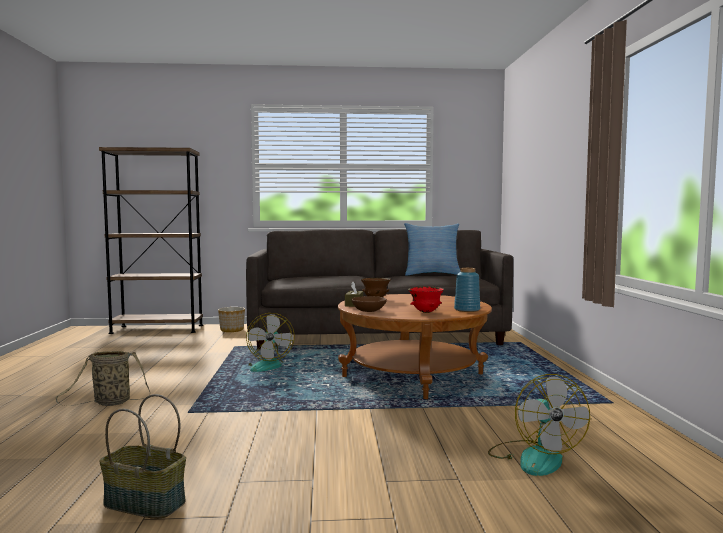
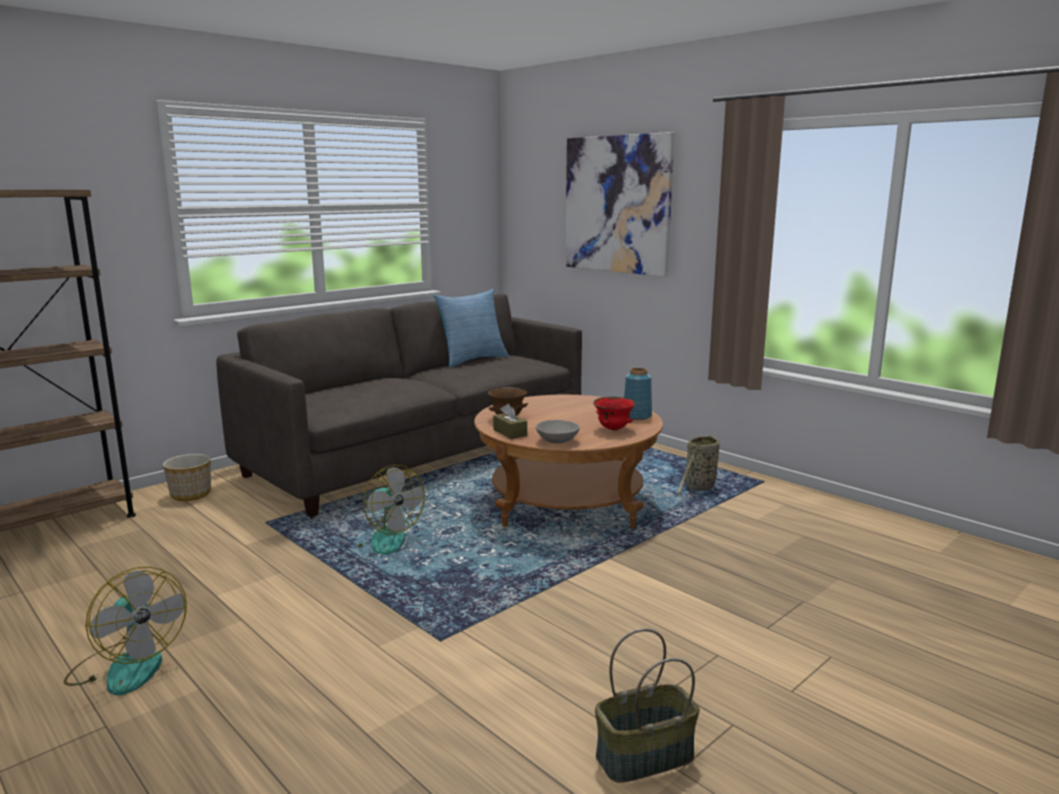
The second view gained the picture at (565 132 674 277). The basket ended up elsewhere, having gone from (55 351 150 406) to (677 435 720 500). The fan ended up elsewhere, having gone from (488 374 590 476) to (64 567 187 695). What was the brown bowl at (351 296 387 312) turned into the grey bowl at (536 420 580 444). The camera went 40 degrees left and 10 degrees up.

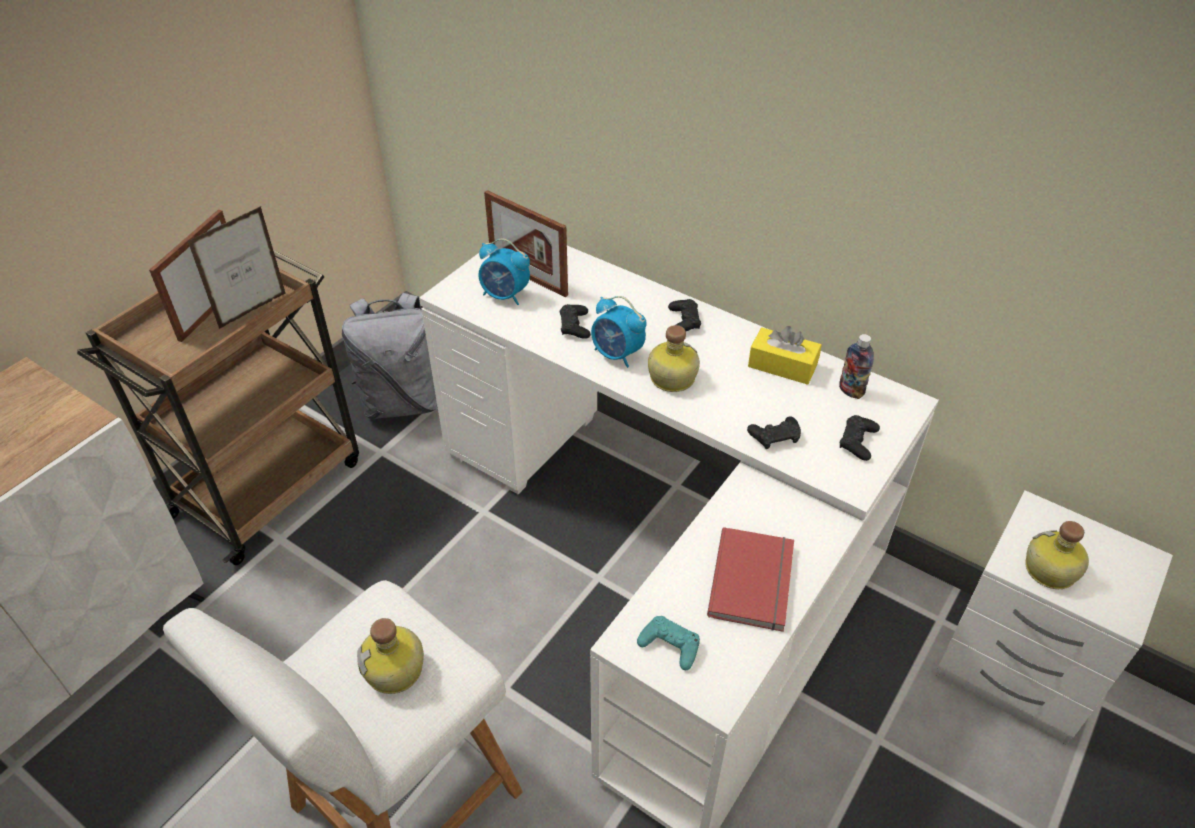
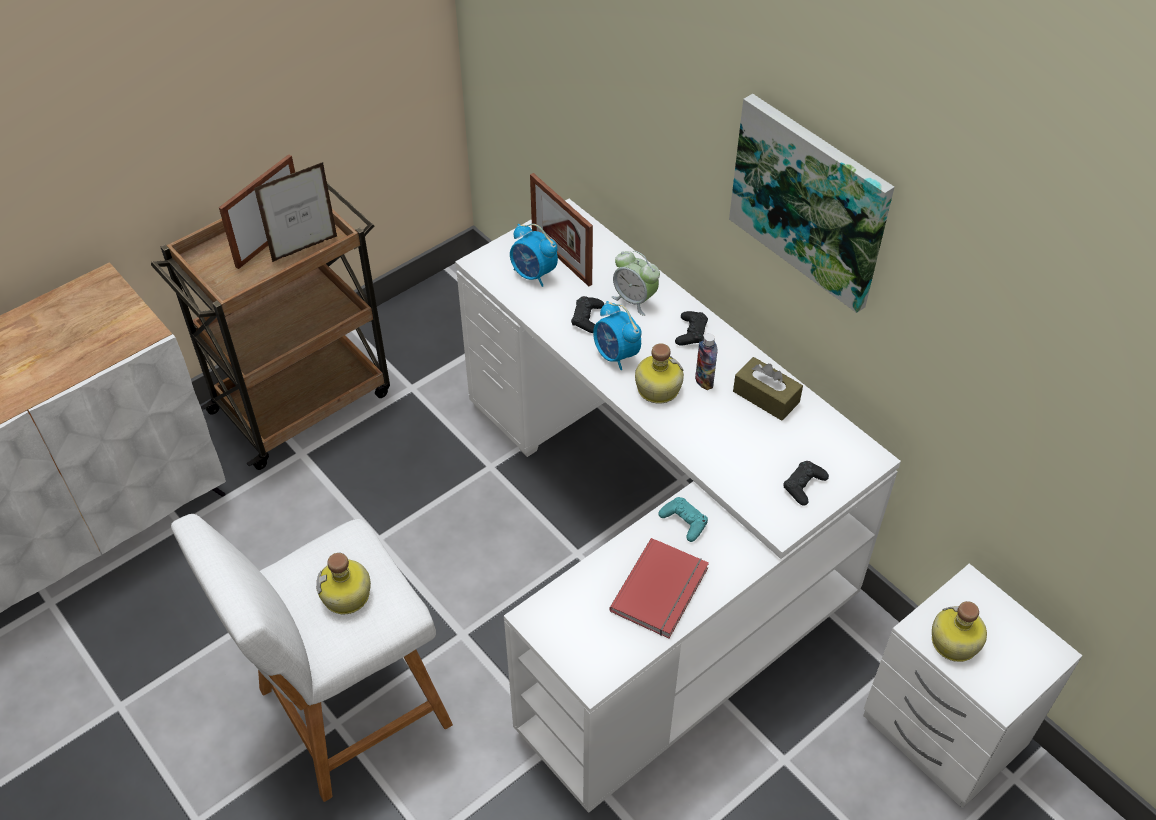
The second view lost the grey backpack at (342 293 438 419). The second view lost the black game controller at (747 416 801 449). The second view gained the alarm clock at (612 251 660 316). The second view gained the picture at (729 94 894 313). The turquoise game controller ended up elsewhere, having gone from (637 616 700 670) to (658 497 708 542). The bottle ended up elsewhere, having gone from (839 334 874 399) to (695 333 717 390). What was the yellow tissue box at (748 326 822 385) turned into the brown tissue box at (733 357 803 421). The camera went 15 degrees right and 5 degrees up.

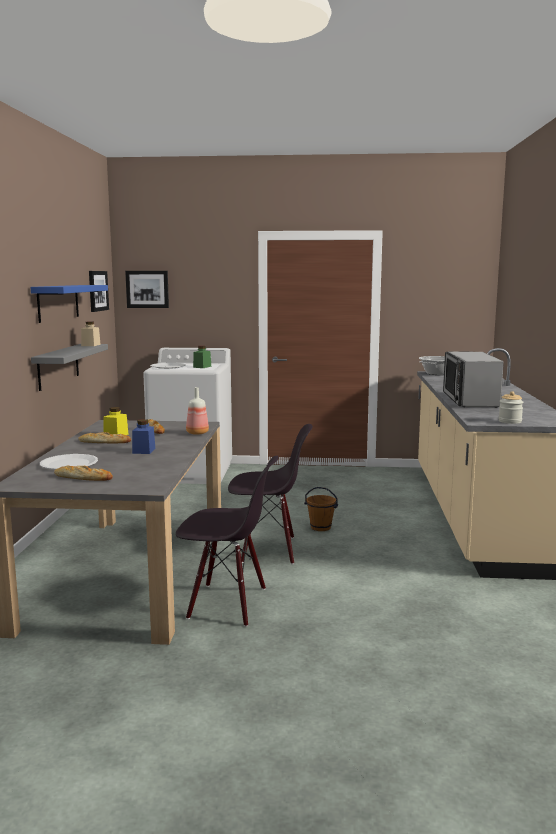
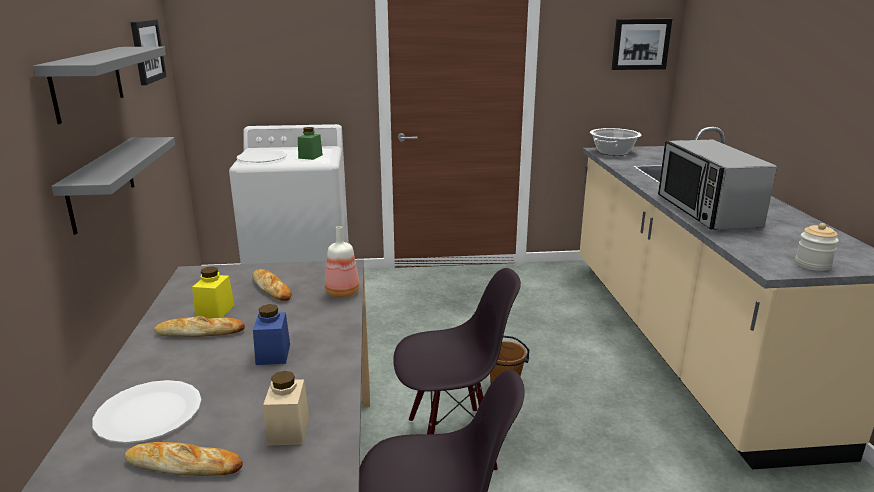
The beige jar ended up elsewhere, having gone from (81 321 101 346) to (263 371 309 446). The picture ended up elsewhere, having gone from (125 271 169 308) to (612 19 672 70). What was the blue shelf at (30 285 108 323) turned into the grey shelf at (33 47 166 124). The camera went 10 degrees left and 10 degrees up.

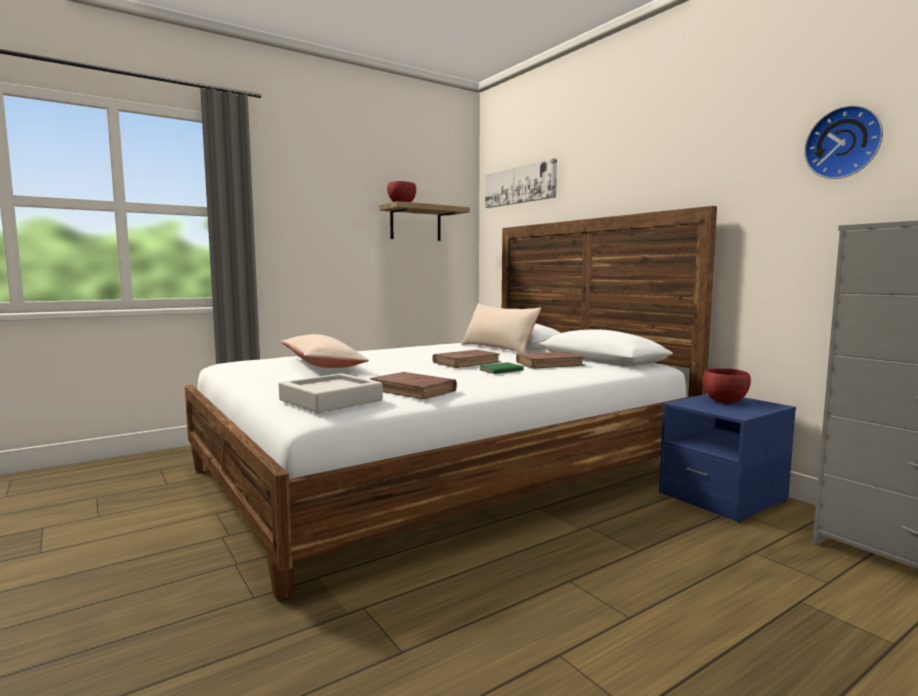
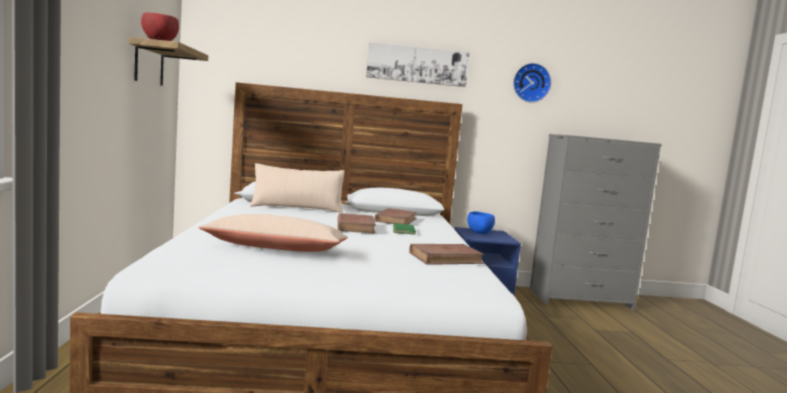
The second view lost the grey tray at (279 373 383 413). The picture ended up elsewhere, having gone from (485 158 557 208) to (366 42 469 87). What was the red bowl at (703 368 751 404) turned into the blue bowl at (467 211 495 234). The camera went 60 degrees left and 0 degrees up.

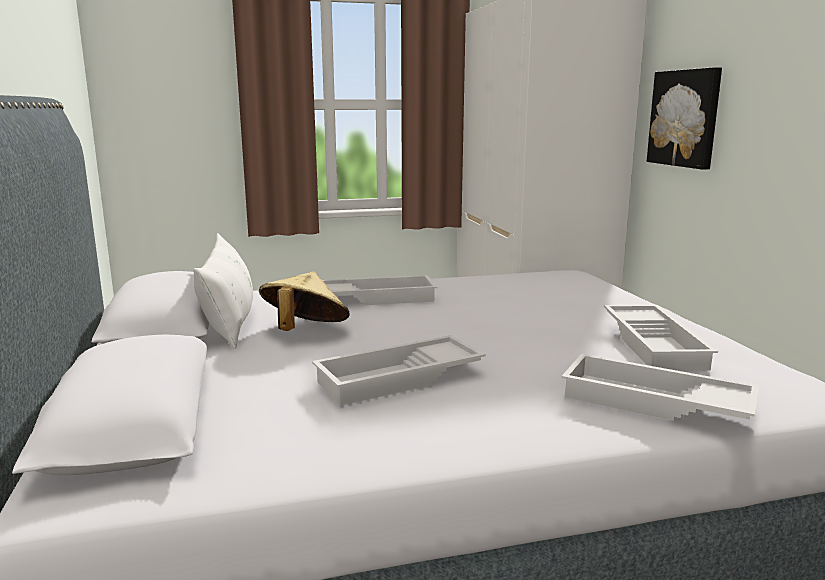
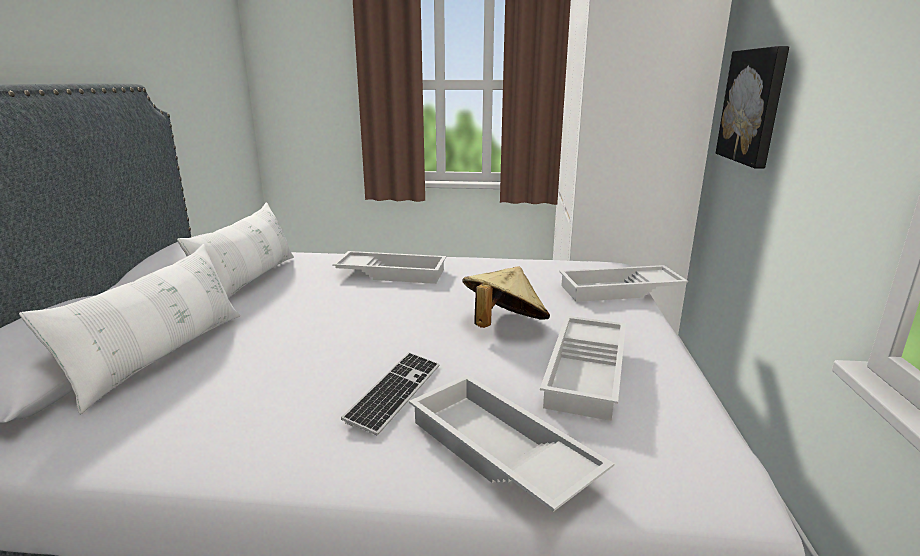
The second view gained the white pillow at (19 244 240 415). The second view gained the keyboard at (341 352 440 435). The beige hat ended up elsewhere, having gone from (259 271 350 331) to (462 267 550 328). The white tray ended up elsewhere, having gone from (312 335 486 406) to (559 265 688 302). The camera went 20 degrees right and 5 degrees up.

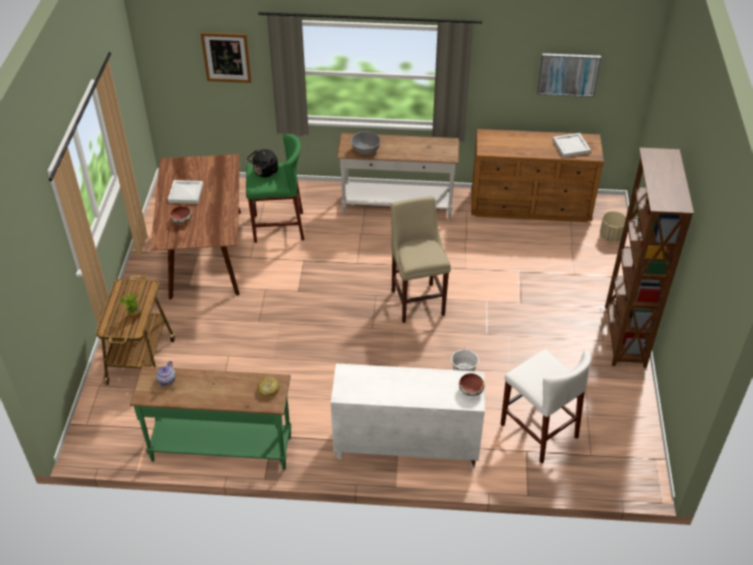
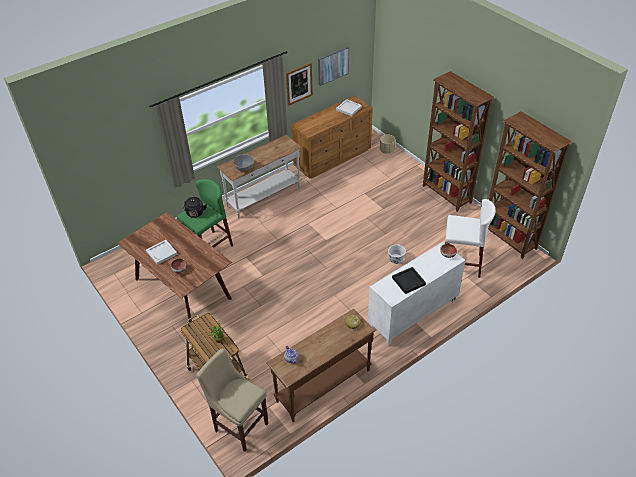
The second view gained the black tray at (392 267 426 294). The second view gained the brown bookcase at (488 111 572 259). The picture ended up elsewhere, having gone from (200 32 251 83) to (286 63 313 106). The beige stool ended up elsewhere, having gone from (391 196 451 323) to (196 348 268 452). What was the green console table at (130 366 291 470) turned into the brown console table at (266 309 376 422). The camera went 40 degrees left and 0 degrees up.

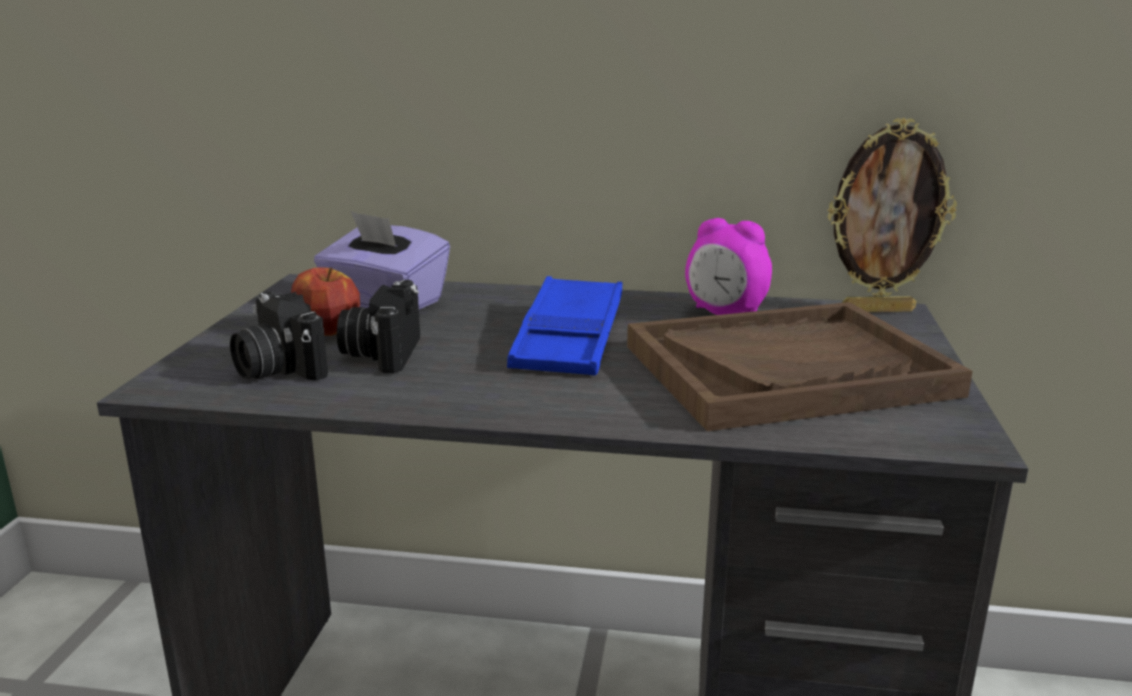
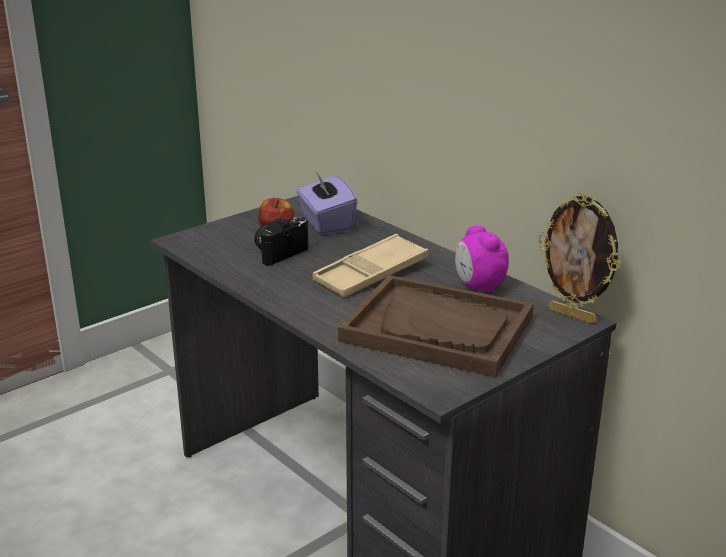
The second view lost the photo camera at (230 291 328 380). What was the blue tray at (507 276 623 376) turned into the beige tray at (312 234 428 297). The camera went 40 degrees right and 5 degrees up.

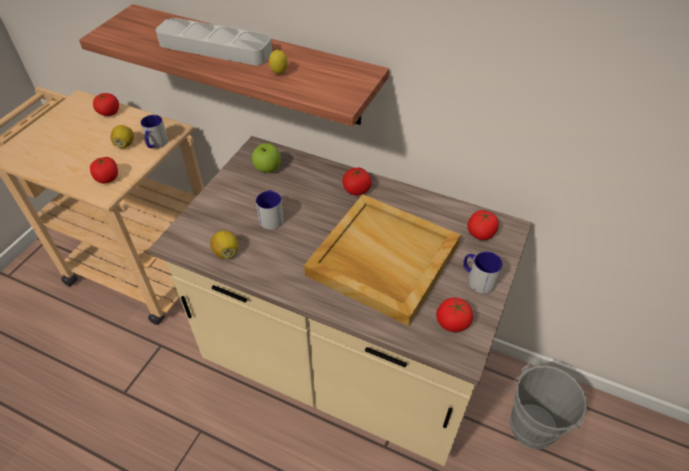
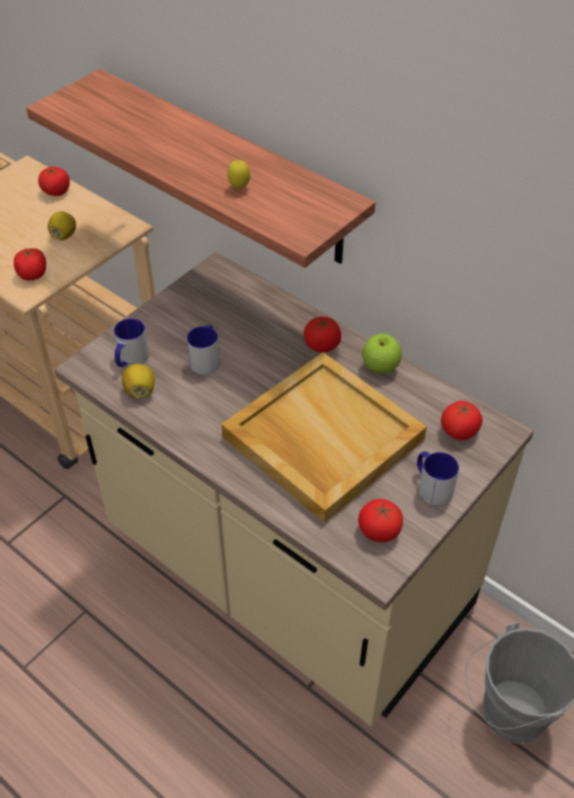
The second view lost the grey tray at (156 18 272 66). The mug ended up elsewhere, having gone from (141 115 168 148) to (114 318 149 367). The apple ended up elsewhere, having gone from (252 143 281 173) to (362 333 402 374). The camera went 15 degrees right and 0 degrees up.

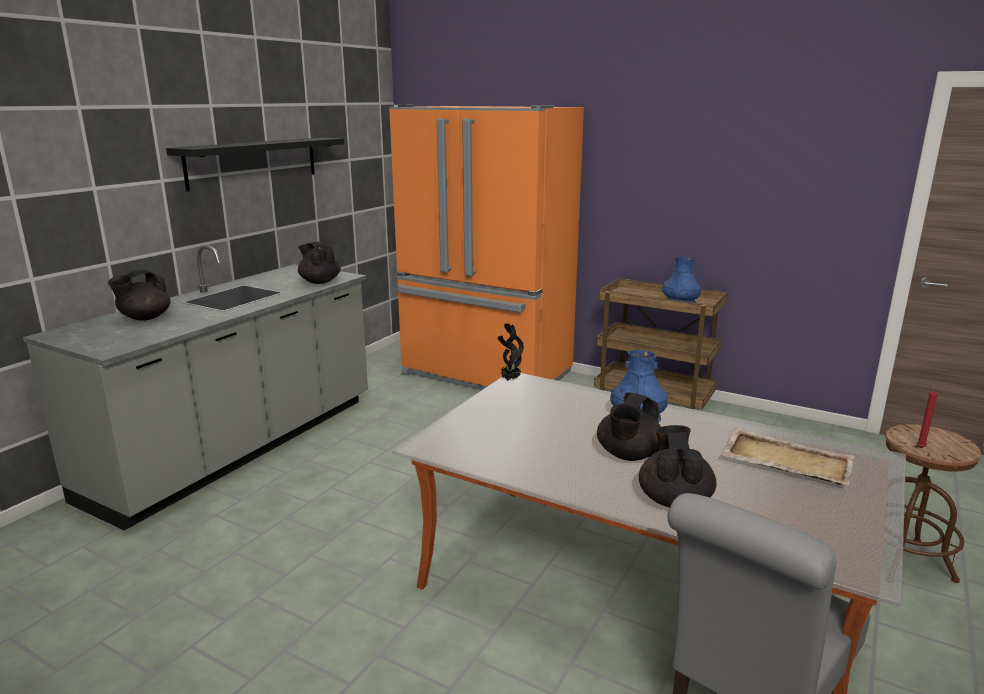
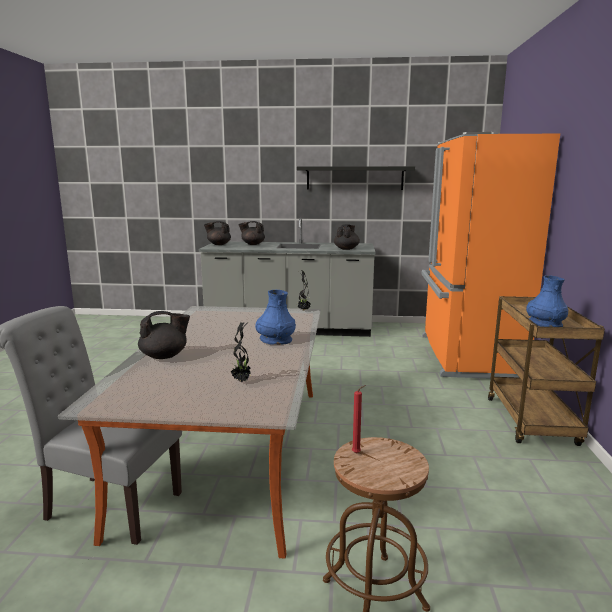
The black teapot ended up elsewhere, having gone from (597 392 661 461) to (204 221 231 245). Where the beige tray stood at (721 428 855 485), the potted plant came to stand at (230 322 253 382). The camera went 65 degrees right and 5 degrees down.

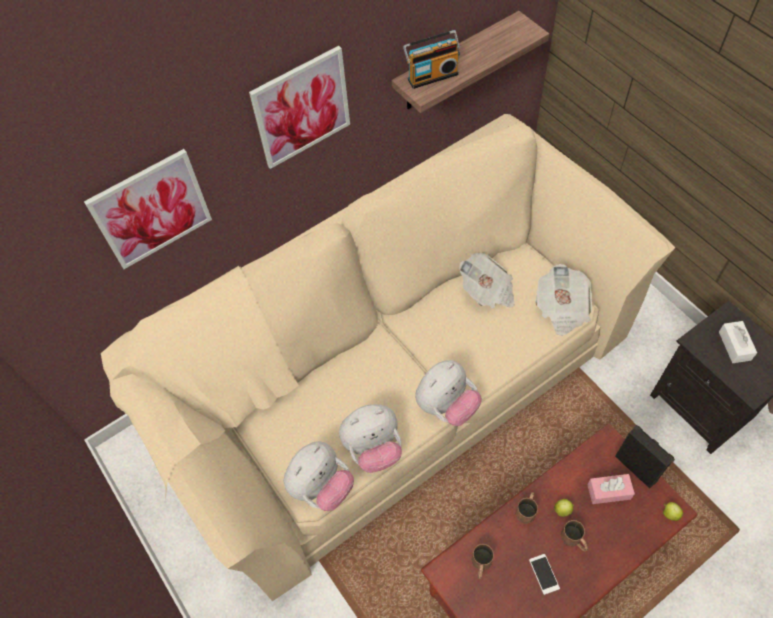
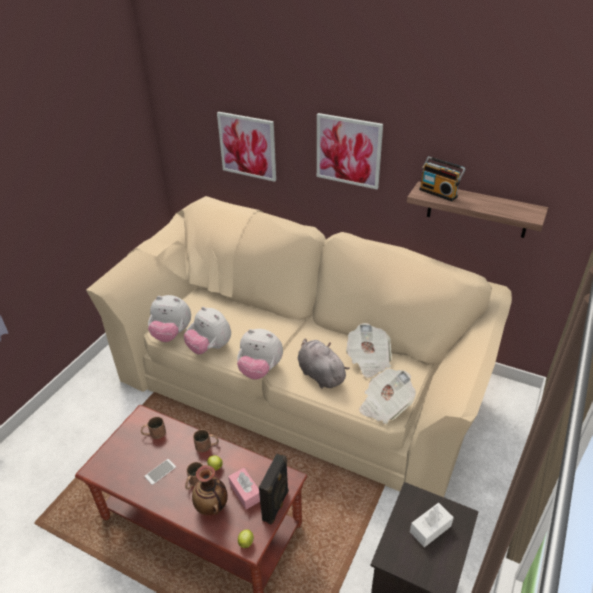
The second view gained the vase at (192 465 228 516). The second view gained the grey plush toy at (298 338 350 388). The camera went 60 degrees right and 20 degrees down.

